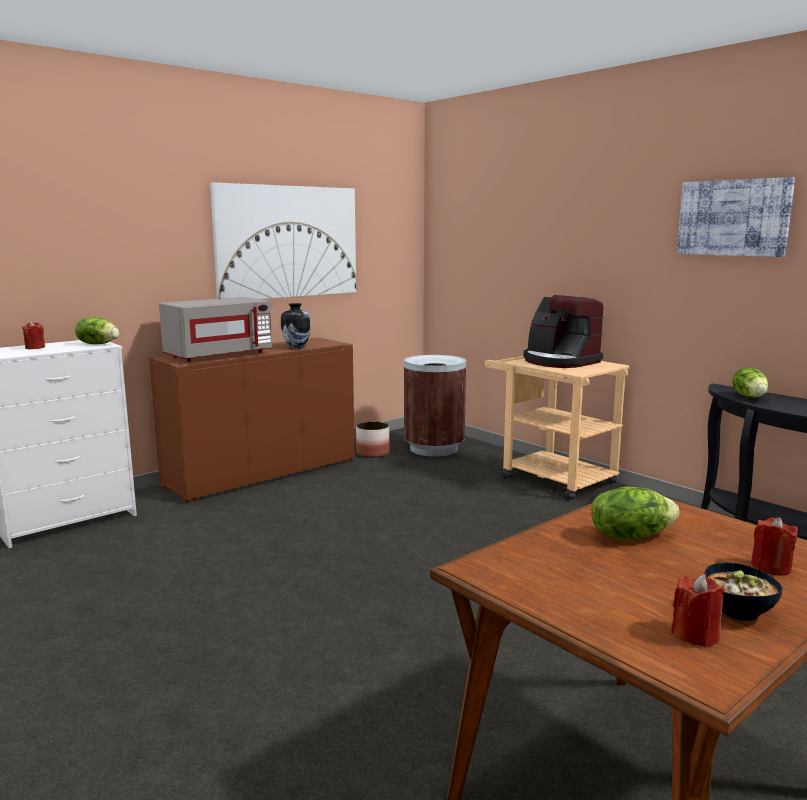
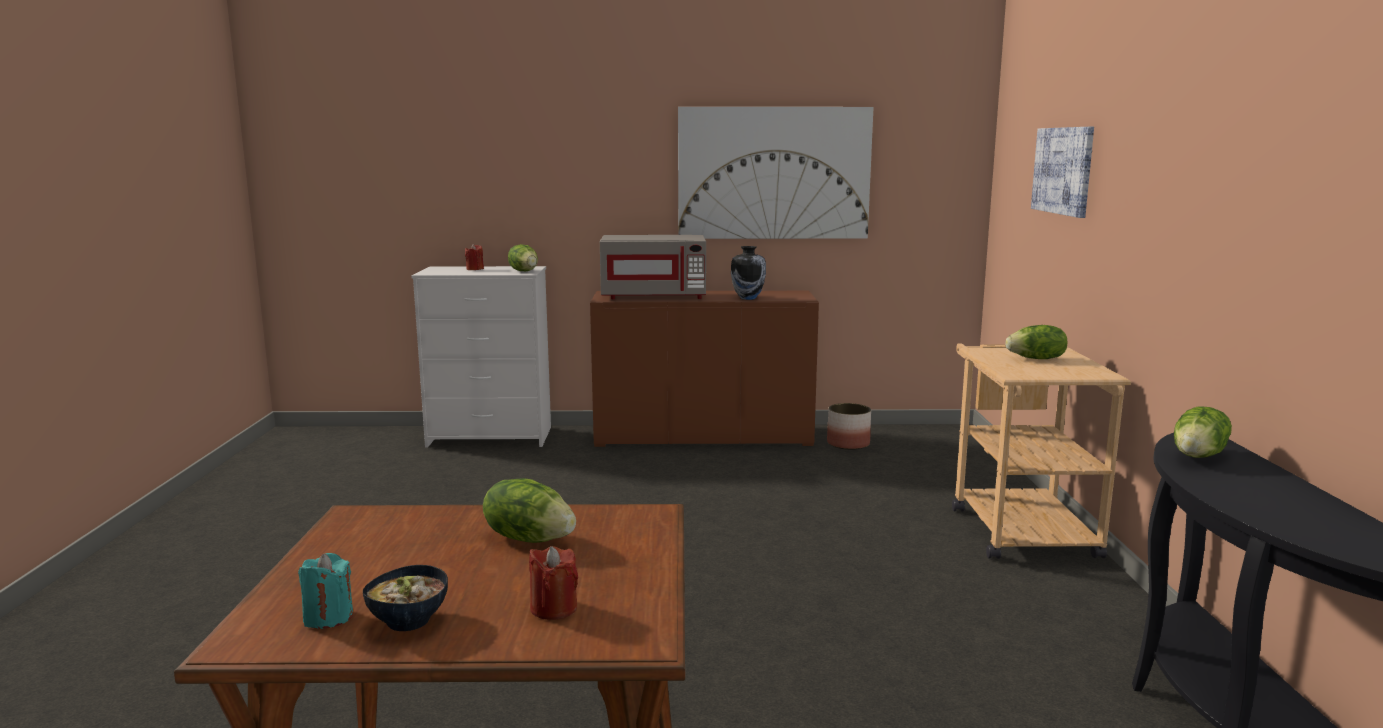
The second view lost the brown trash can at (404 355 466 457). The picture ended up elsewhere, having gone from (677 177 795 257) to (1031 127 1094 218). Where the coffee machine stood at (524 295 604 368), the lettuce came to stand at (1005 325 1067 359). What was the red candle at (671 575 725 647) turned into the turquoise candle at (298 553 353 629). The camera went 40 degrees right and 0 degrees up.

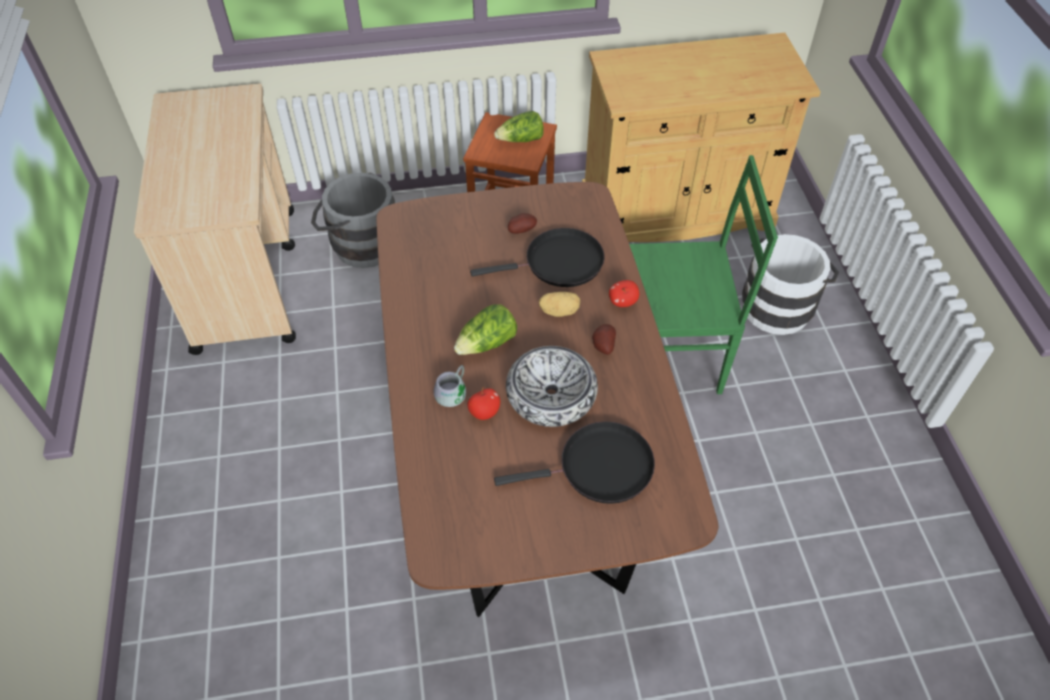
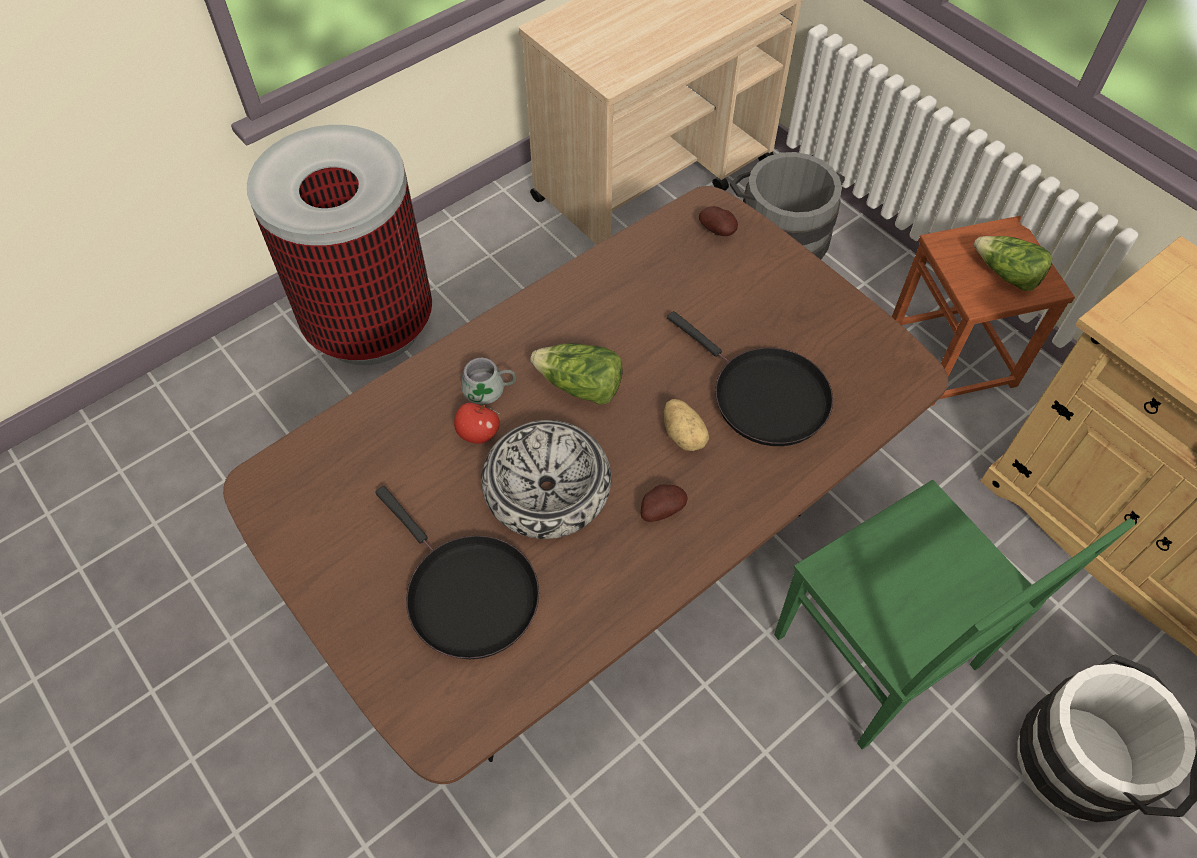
The second view lost the apple at (609 280 639 307). The second view gained the trash can at (247 125 432 365). The potato ended up elsewhere, having gone from (508 213 537 234) to (699 206 738 236). The camera went 60 degrees right and 5 degrees up.

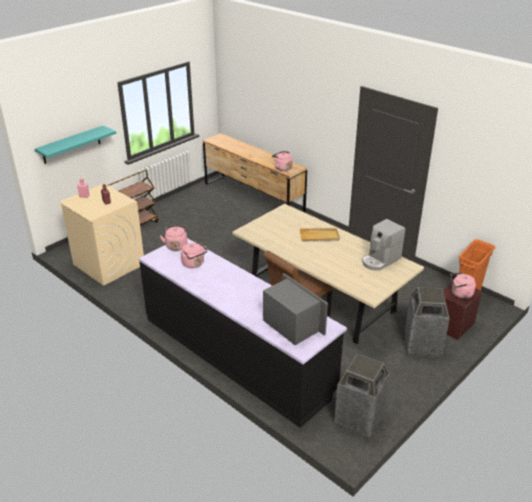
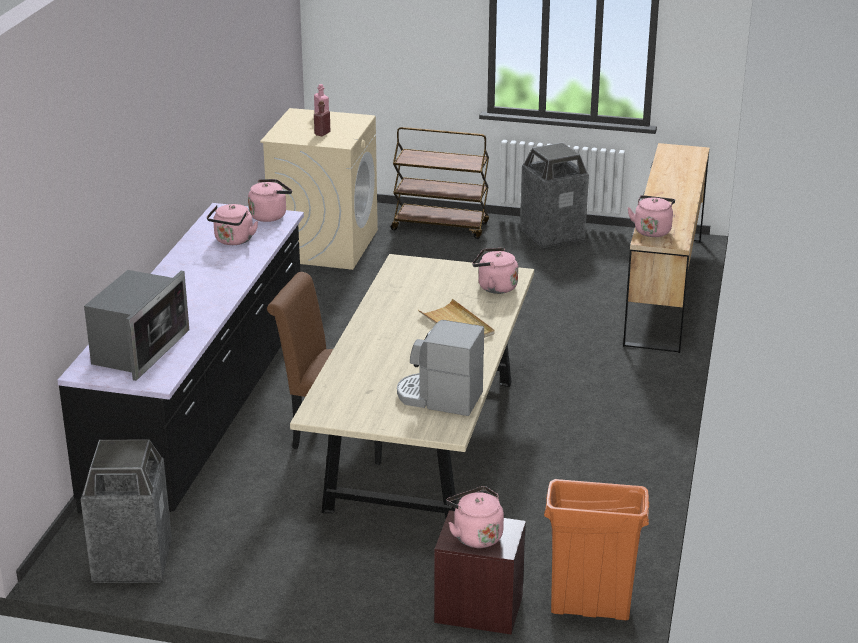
The second view lost the turquoise shelf at (35 125 116 164). The second view gained the pink kettle at (472 248 518 294). The trash can ended up elsewhere, having gone from (405 287 450 357) to (520 142 589 248). The camera went 60 degrees right and 5 degrees down.

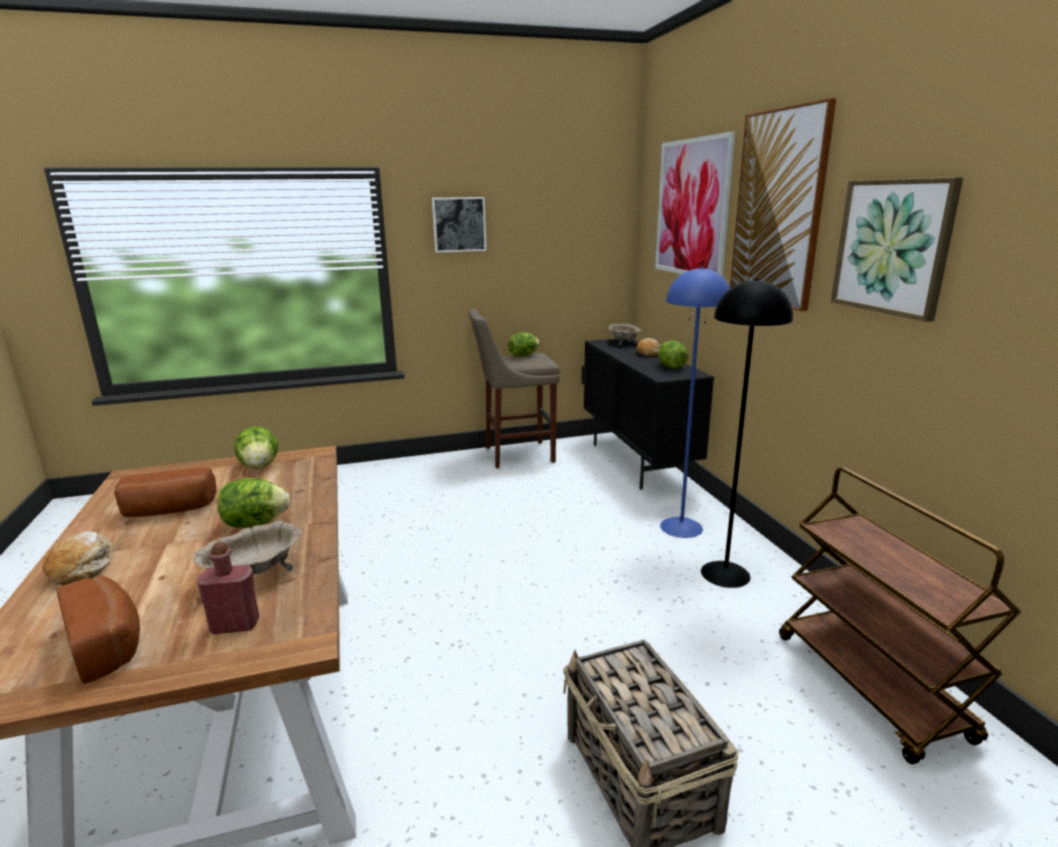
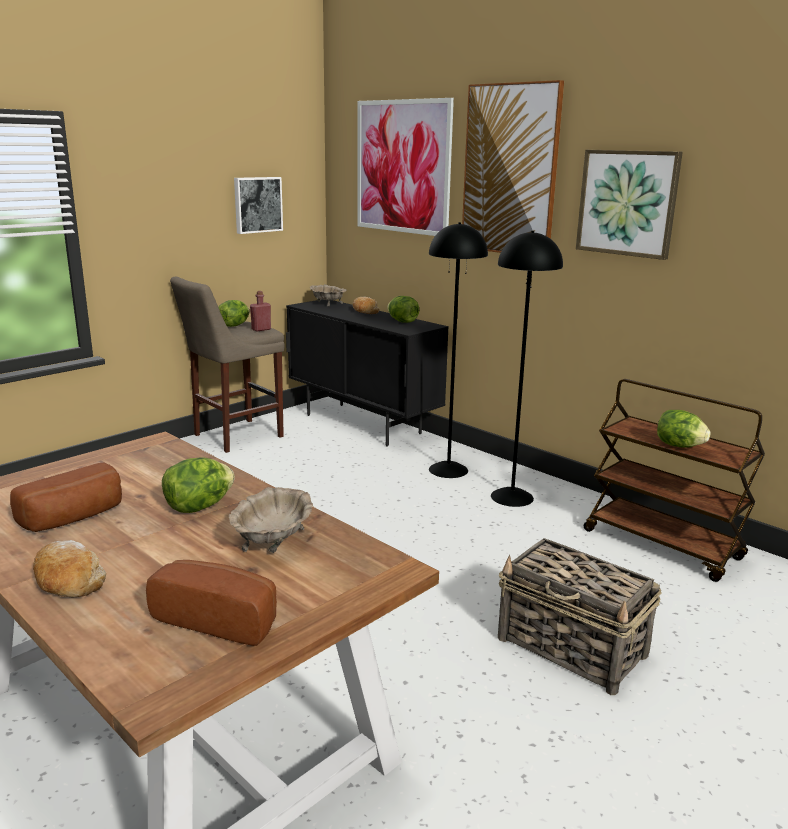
The red bottle ended up elsewhere, having gone from (197 542 259 634) to (250 291 271 332). The lettuce ended up elsewhere, having gone from (234 426 278 469) to (657 410 711 448). The picture ended up elsewhere, having gone from (432 197 486 253) to (234 177 283 234). What was the blue floor lamp at (660 267 730 538) turned into the black floor lamp at (429 222 488 478). The camera went 30 degrees left and 0 degrees up.

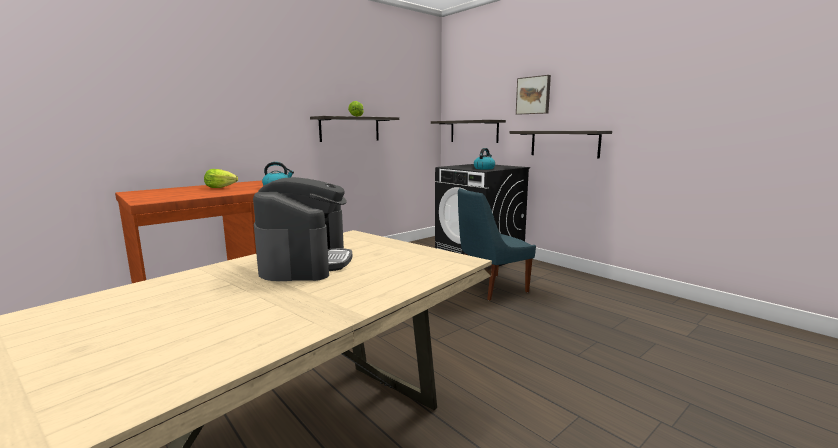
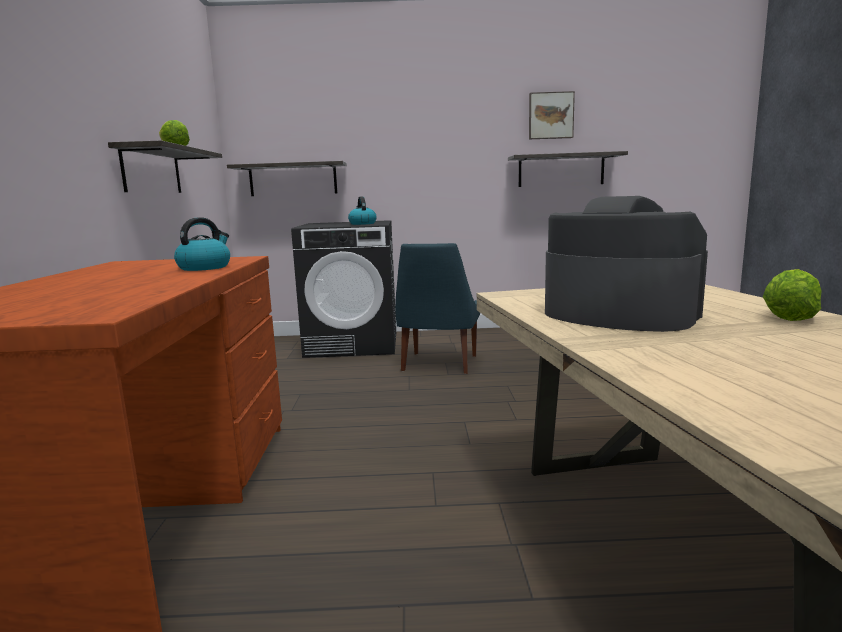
The lettuce ended up elsewhere, having gone from (204 169 238 188) to (763 269 822 321). The shelf ended up elsewhere, having gone from (509 131 612 158) to (508 151 628 187). The picture ended up elsewhere, having gone from (516 75 551 115) to (529 91 575 139). The camera went 50 degrees left and 0 degrees up.

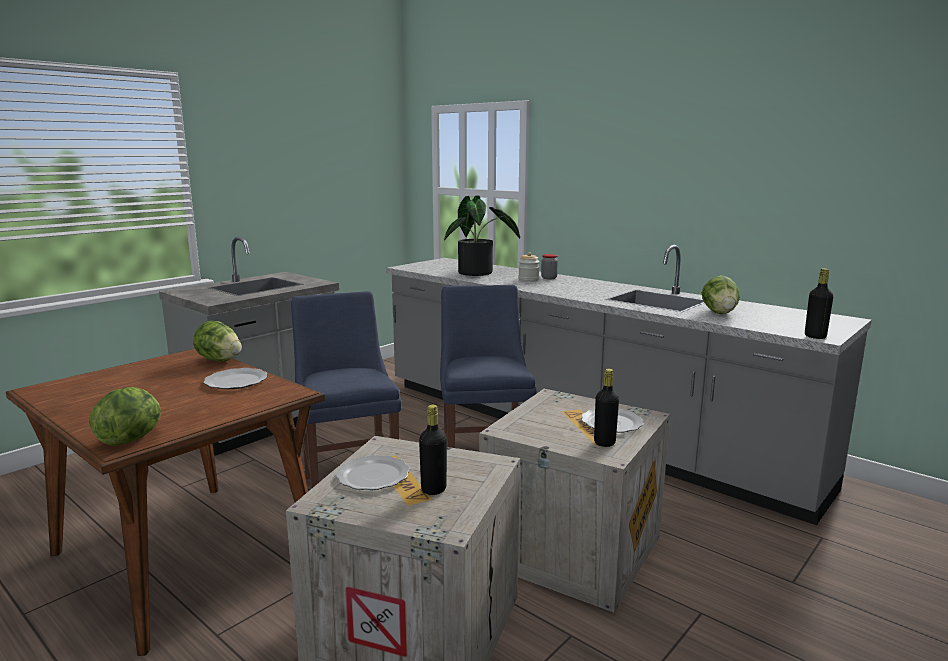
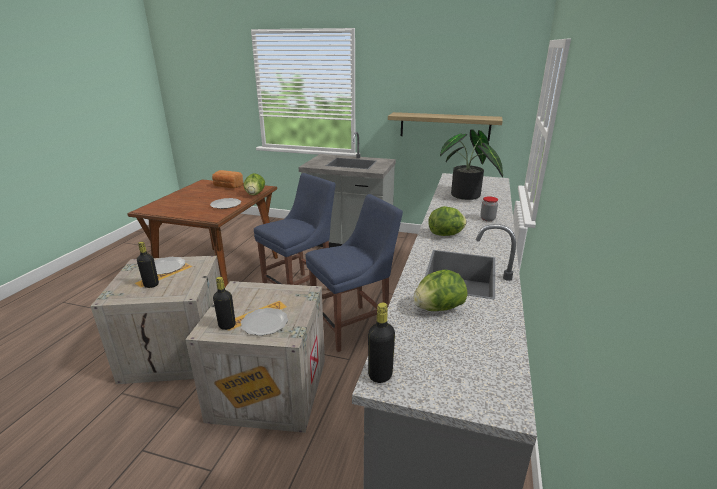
The second view lost the jar at (518 252 540 282). The second view gained the bread at (212 170 243 188). The second view gained the shelf at (388 112 503 141). The lettuce ended up elsewhere, having gone from (89 387 161 446) to (428 206 467 236). The camera went 65 degrees right and 10 degrees up.

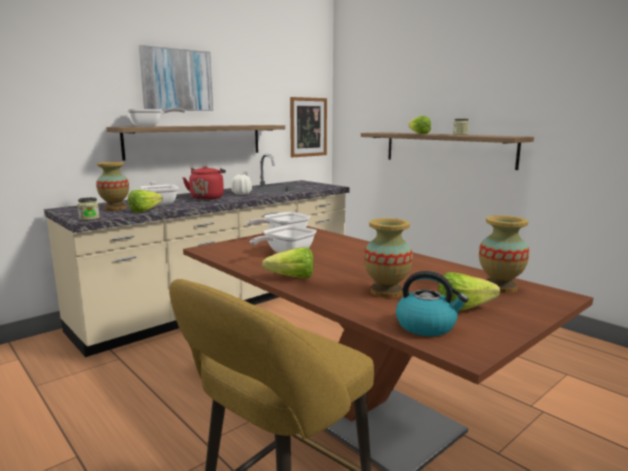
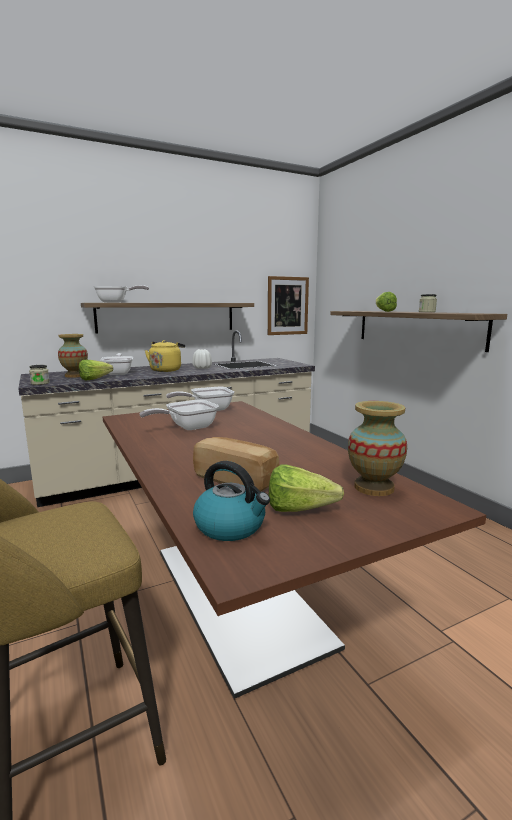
The second view lost the picture at (139 45 213 111). The second view lost the lettuce at (262 247 313 279). Where the vase stood at (364 218 413 298), the bread came to stand at (193 437 280 491). What was the red kettle at (182 166 226 200) turned into the yellow kettle at (145 340 185 372). The camera went 15 degrees right and 0 degrees up.

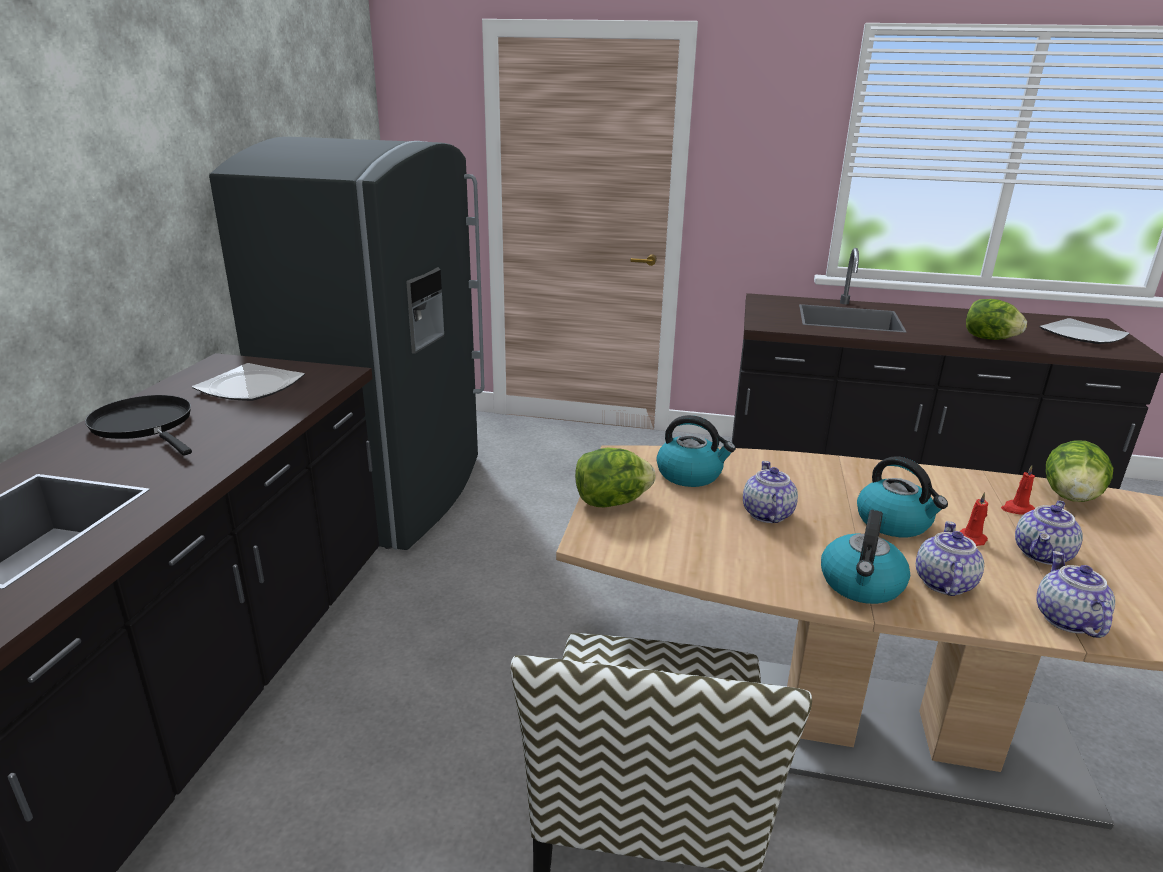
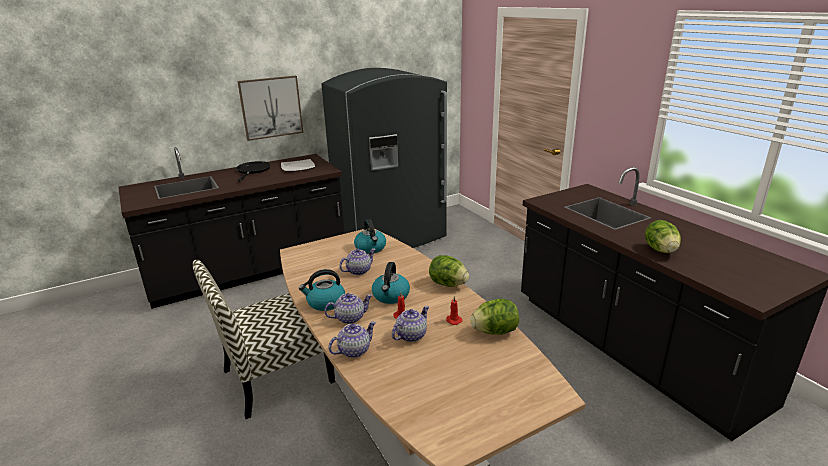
The second view lost the plate at (1039 318 1130 344). The second view gained the picture at (237 75 303 141). The lettuce ended up elsewhere, having gone from (575 448 655 507) to (429 255 469 287). The teapot at (1015 500 1083 565) ended up facing another way, 135 degrees clockwise from before. The camera went 50 degrees right and 0 degrees up.

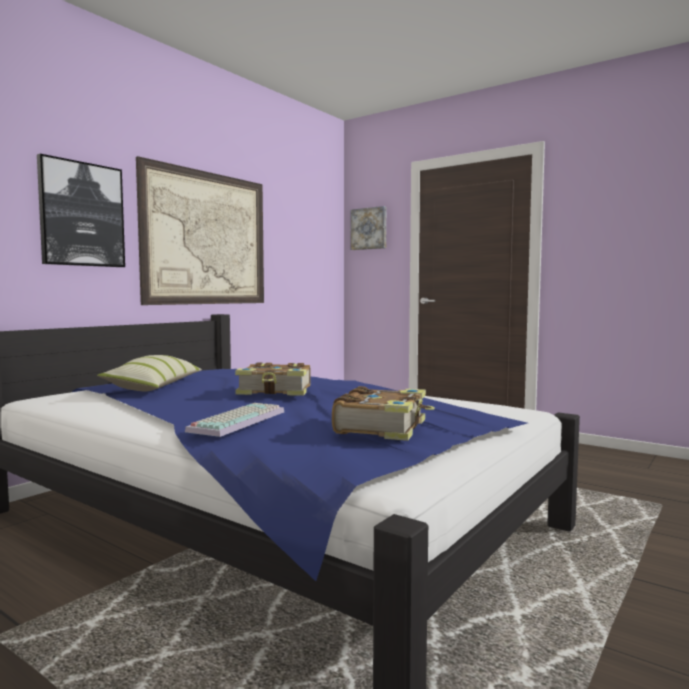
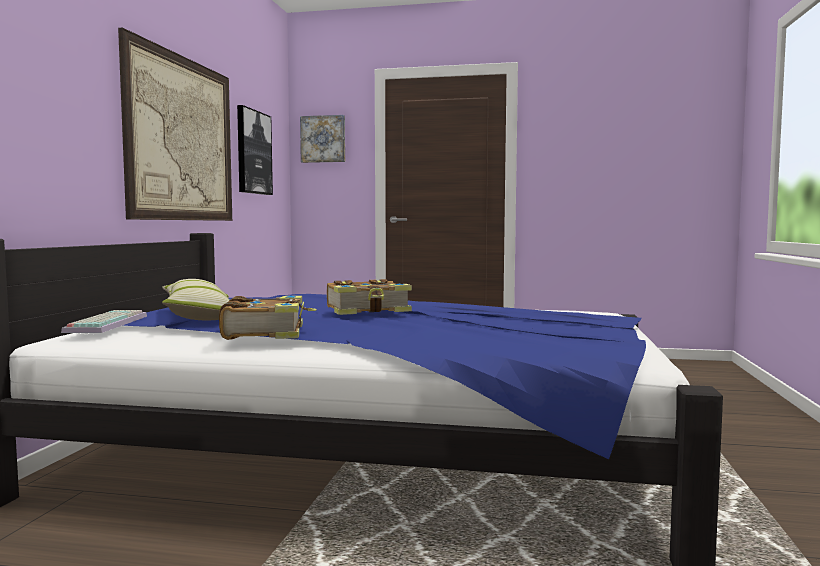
The picture ended up elsewhere, having gone from (37 154 125 267) to (237 105 273 195). The keyboard ended up elsewhere, having gone from (185 403 284 437) to (61 310 147 333). The book ended up elsewhere, having gone from (332 386 435 441) to (219 296 317 340). The camera went 25 degrees left and 0 degrees up.

